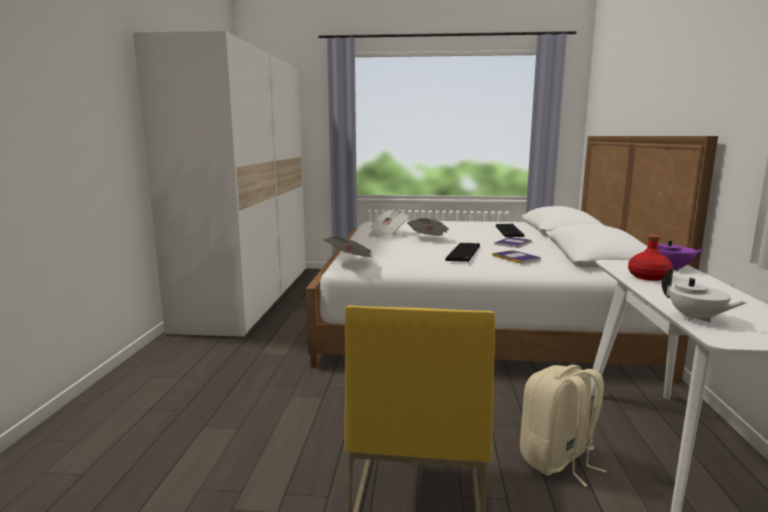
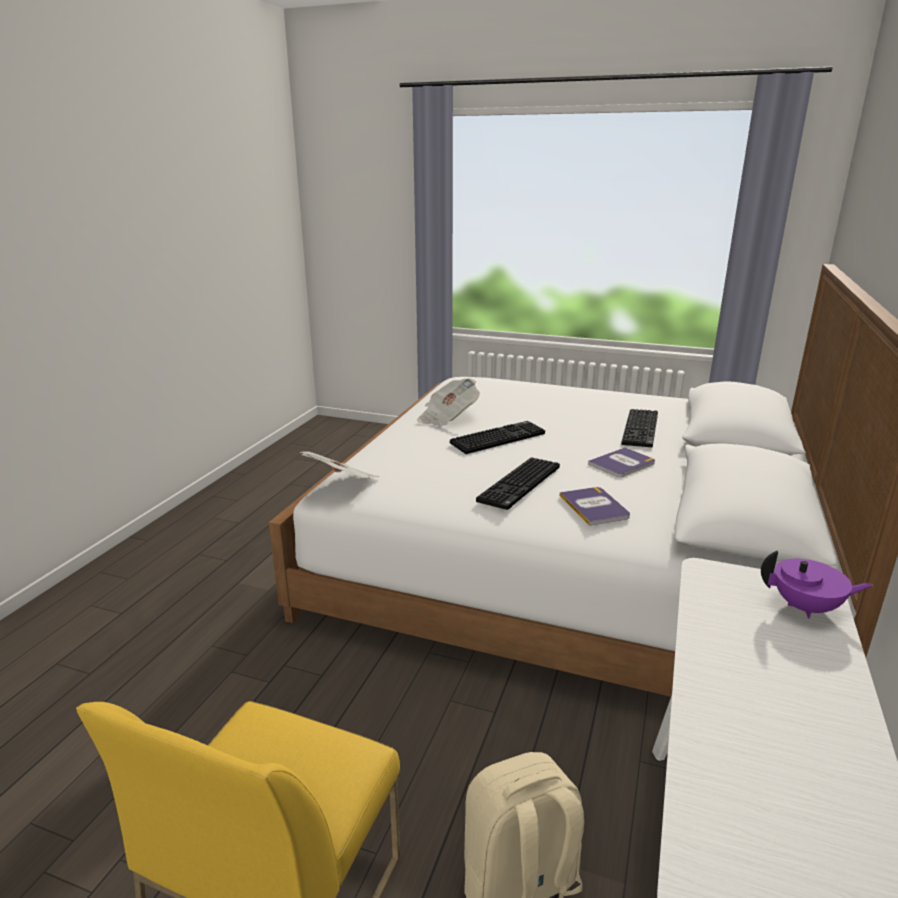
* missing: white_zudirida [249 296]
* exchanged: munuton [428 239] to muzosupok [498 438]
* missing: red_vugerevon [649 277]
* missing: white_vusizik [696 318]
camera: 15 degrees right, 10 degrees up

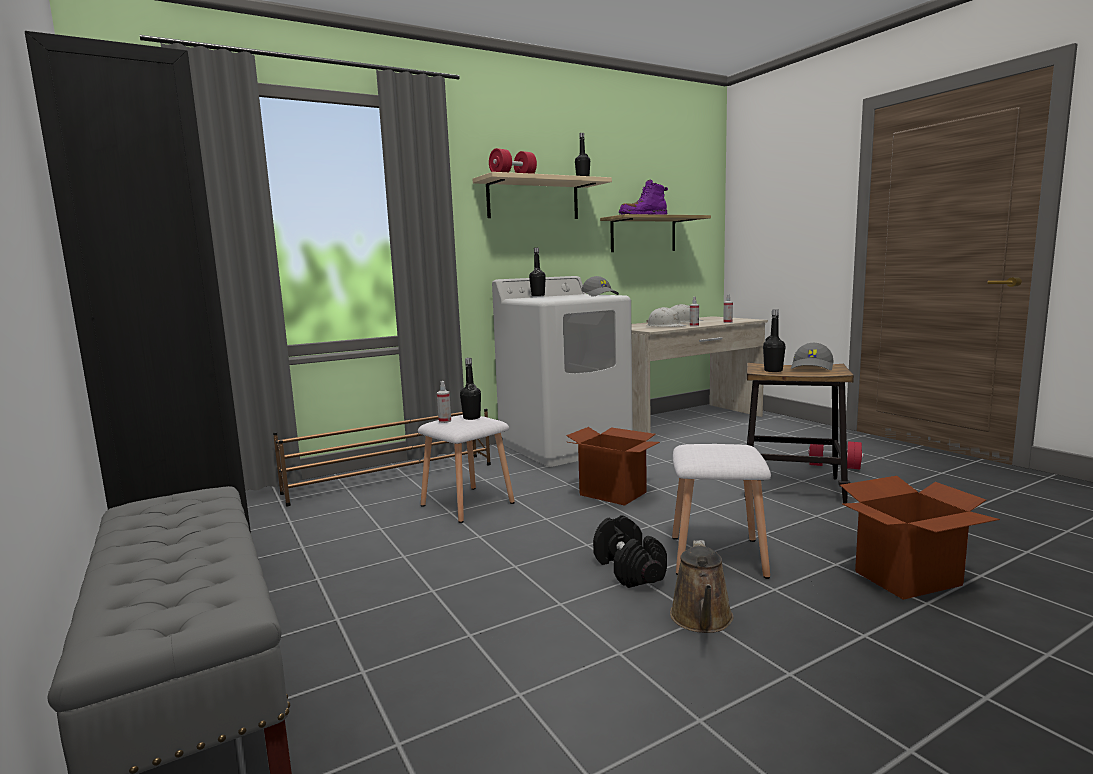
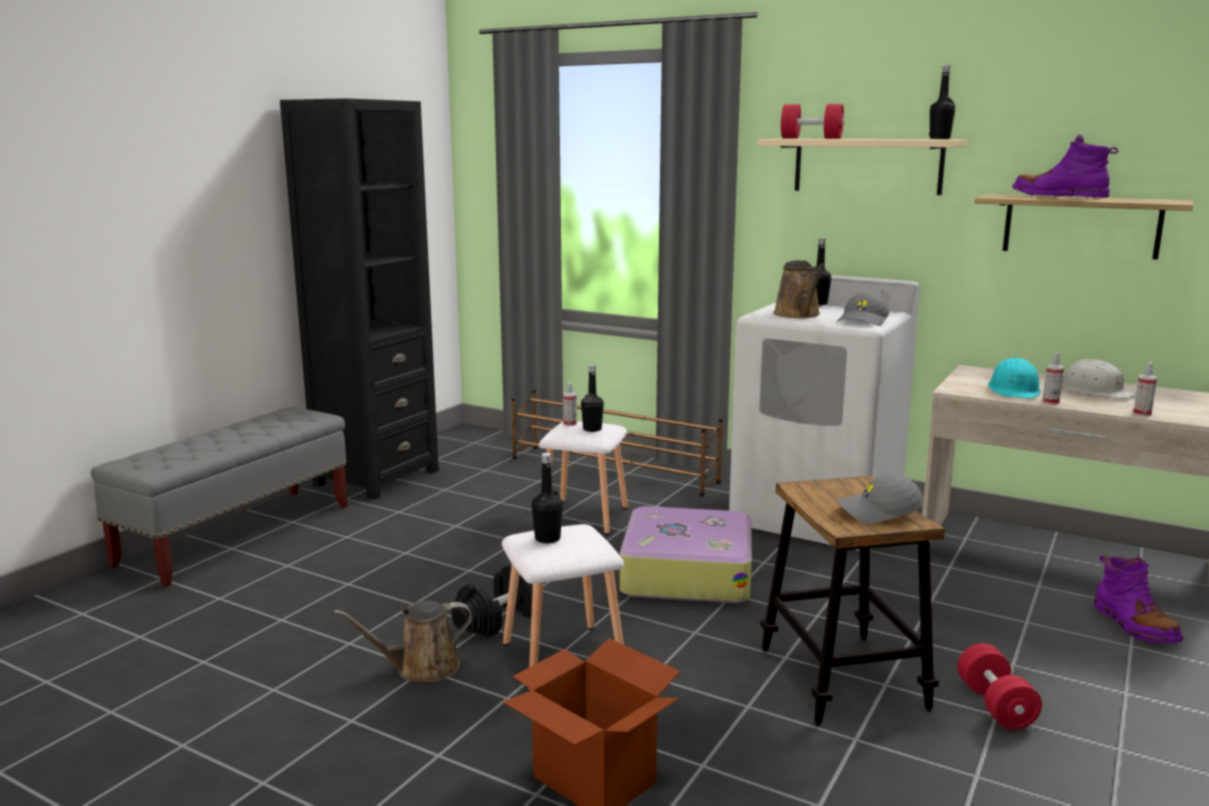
* colour: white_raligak [665 326] to turquoise_raligak [1014 390]
* relocated: black_vugerevon [773 371] to [547 539]
* exchanged: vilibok [613 493] to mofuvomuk [686 573]
* appeared: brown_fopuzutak [798 315]
* appeared: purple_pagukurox [1134 625]
camera: 60 degrees right, 5 degrees up

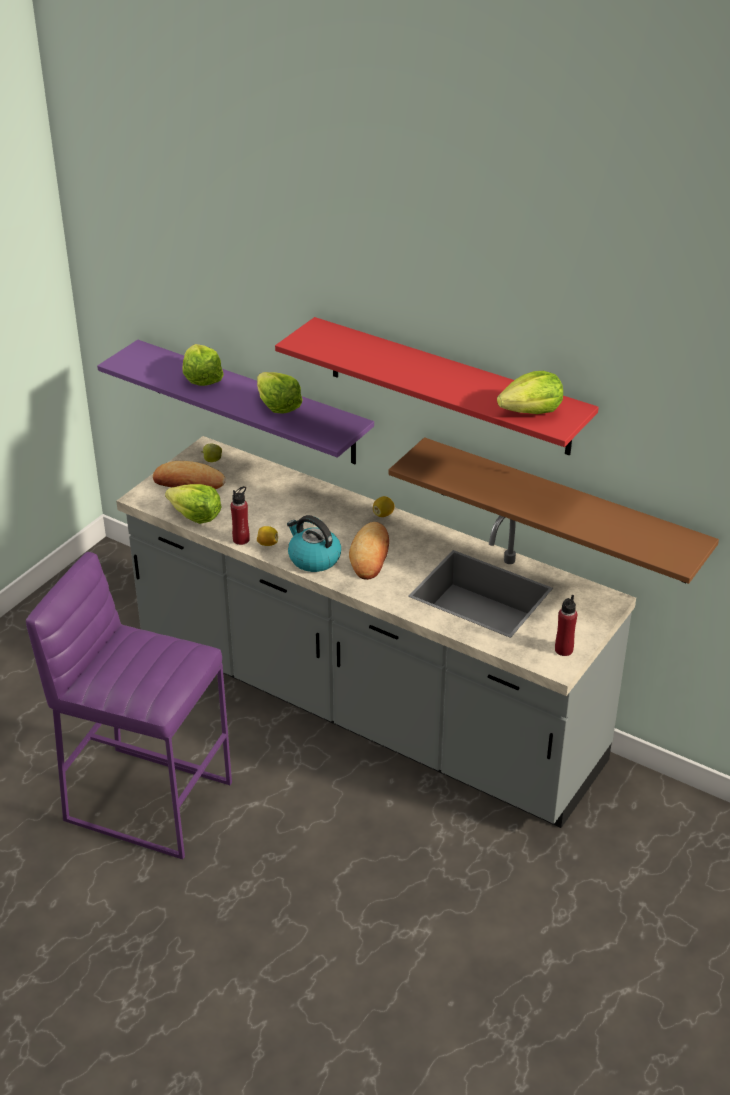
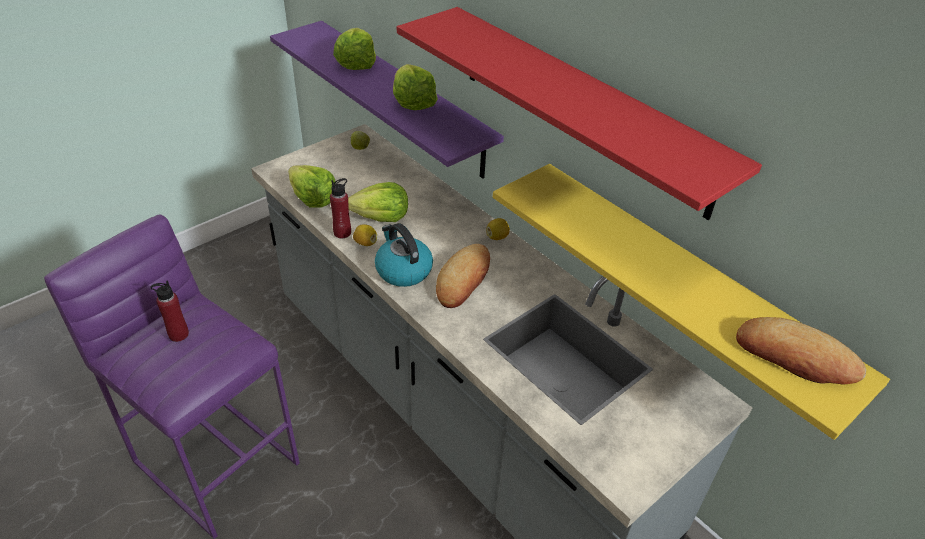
* relocated: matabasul [531 411] to [381 217]
* colour: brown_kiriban [561 511] to yellow_kiriban [685 283]
* relocated: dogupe [189 482] to [795 357]
* relocated: red_vugerevon [563 650] to [178 334]
camera: 15 degrees right, 5 degrees up

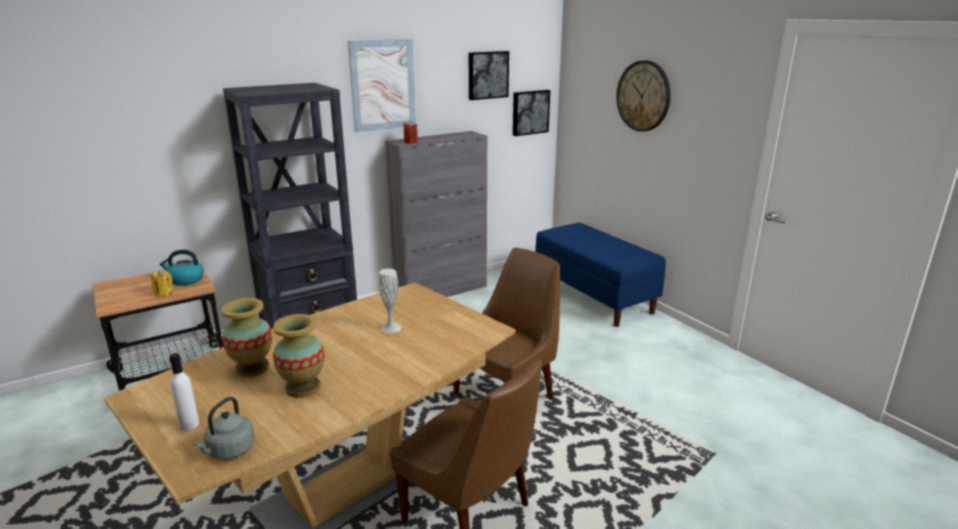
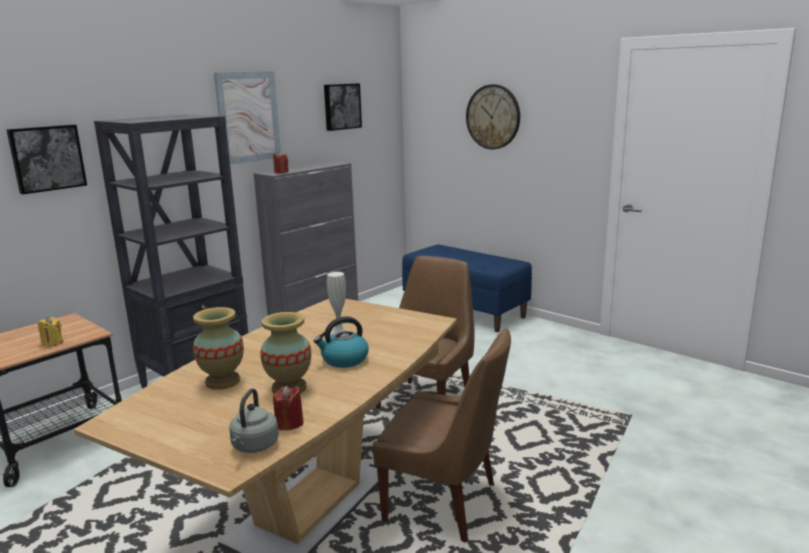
* relocated: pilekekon [529 112] to [47 158]
* relocated: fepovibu [185 280] to [344 360]
* missing: white_vugerevon [189 424]
* appeared: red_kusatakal [289 423]
camera: 15 degrees left, 5 degrees down

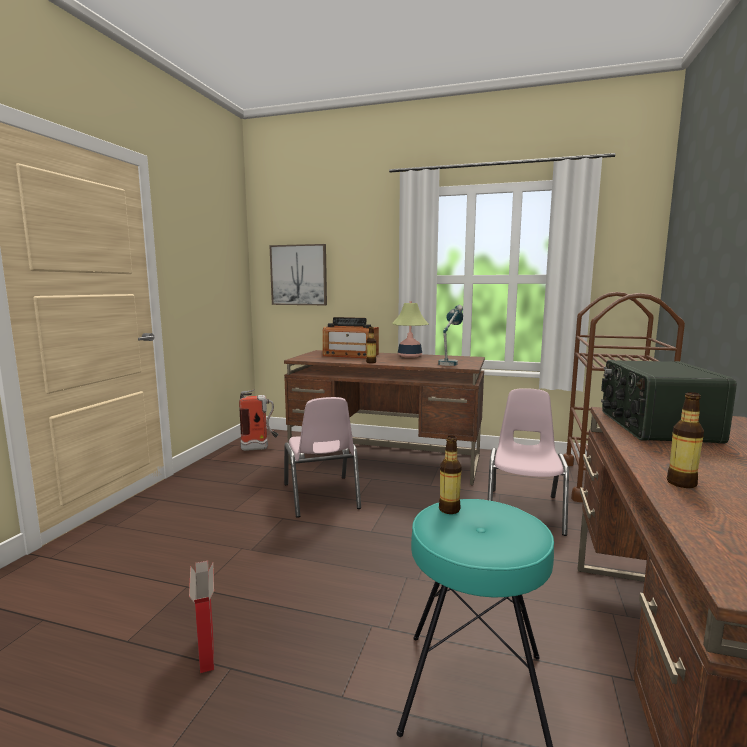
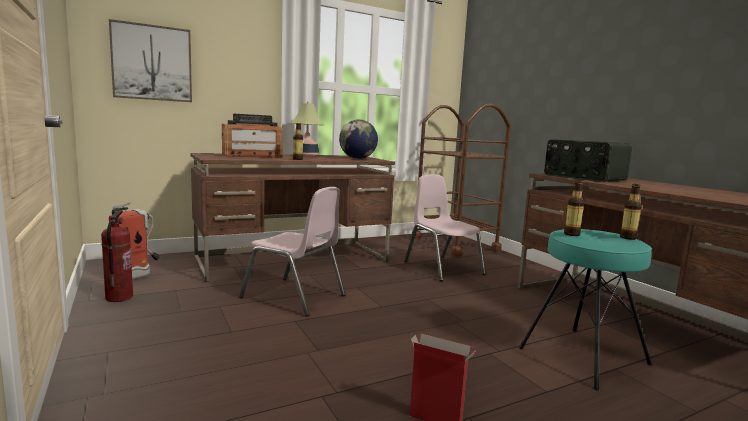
* exchanged: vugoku [450 362] to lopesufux [357 158]
* relocated: vugerevon [681 483] to [627 238]
* appeared: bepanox [118 297]
camera: 45 degrees left, 0 degrees up

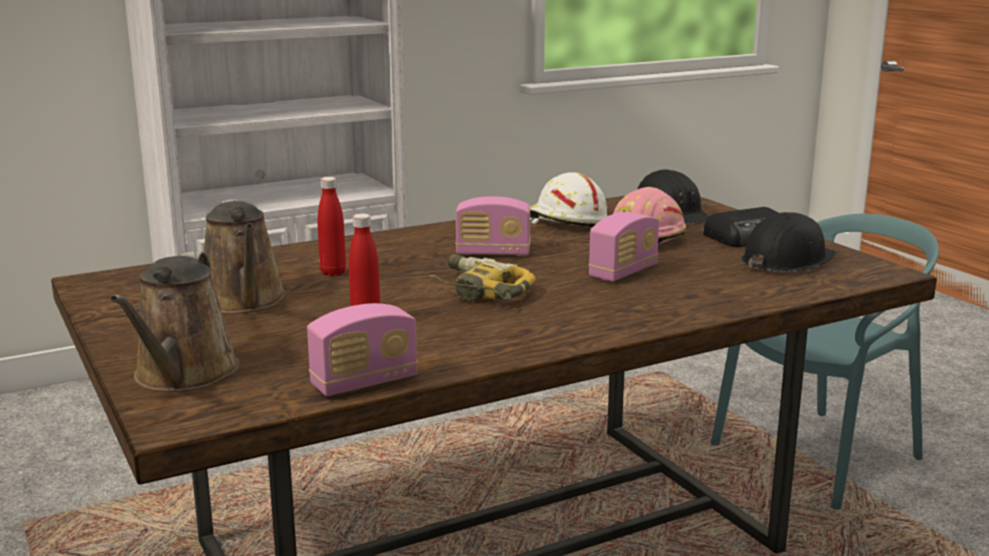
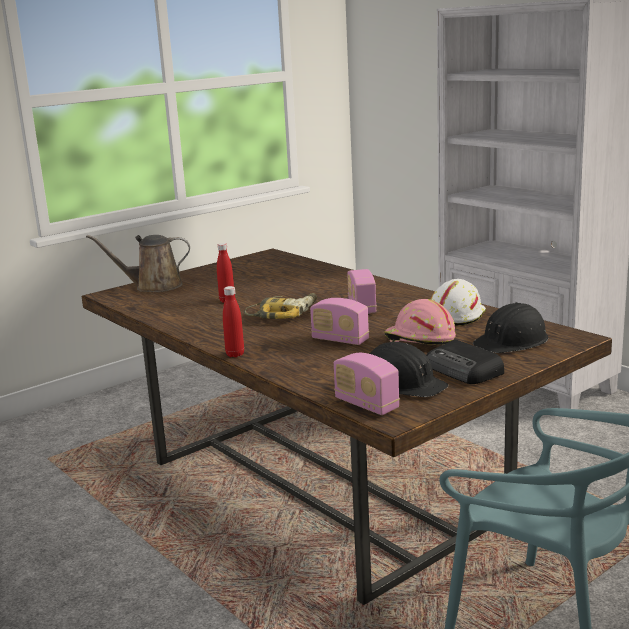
* relocated: red_vugerevon [333 272] to [235 354]
* missing: brown_fopuzutak [244 302]
* relocated: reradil [364 382] to [366 404]
camera: 80 degrees right, 0 degrees up

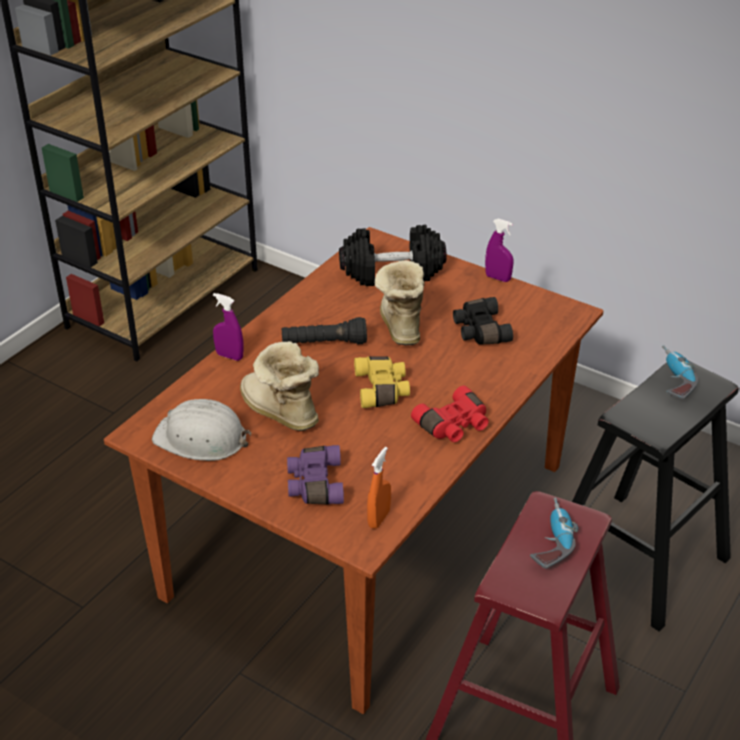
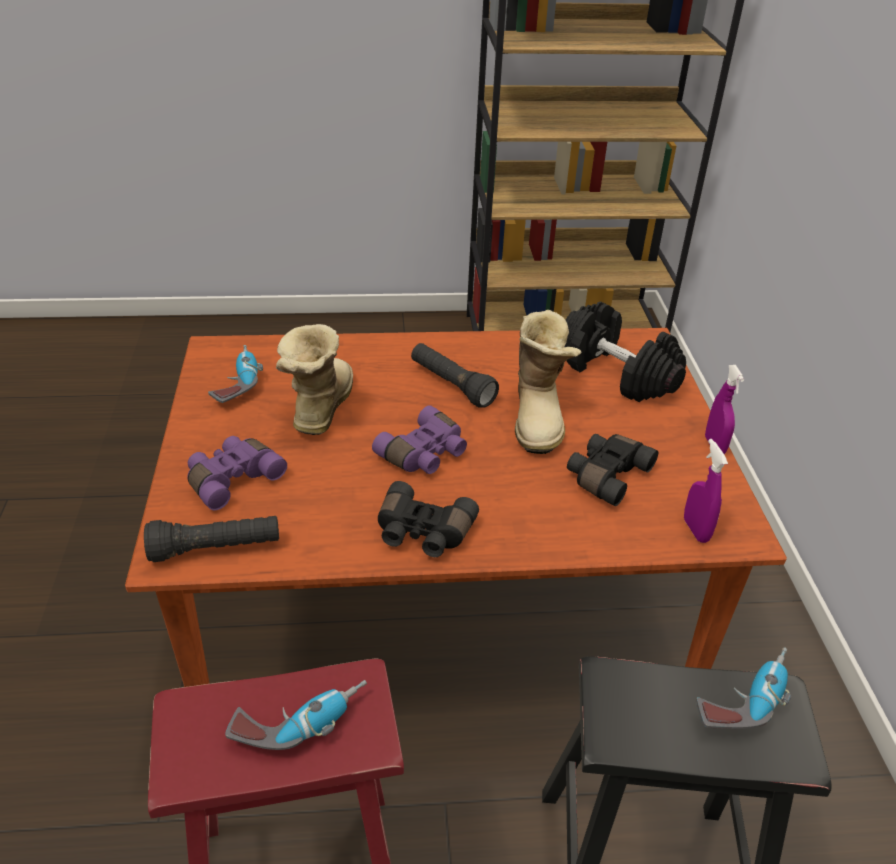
* spun: pagukurox [399 325] = [540 417] 135 degrees clockwise
* relocated: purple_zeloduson [229 356] to [695 530]
* colour: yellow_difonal [383 390] to purple_difonal [425 454]
* colour: red_difonal [454 426] to black_difonal [422 533]
* exchanged: white_raligak [201 438] to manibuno [237 383]
* exchanged: orange_zeloduson [379 518] to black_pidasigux [216 549]
camera: 50 degrees right, 0 degrees up

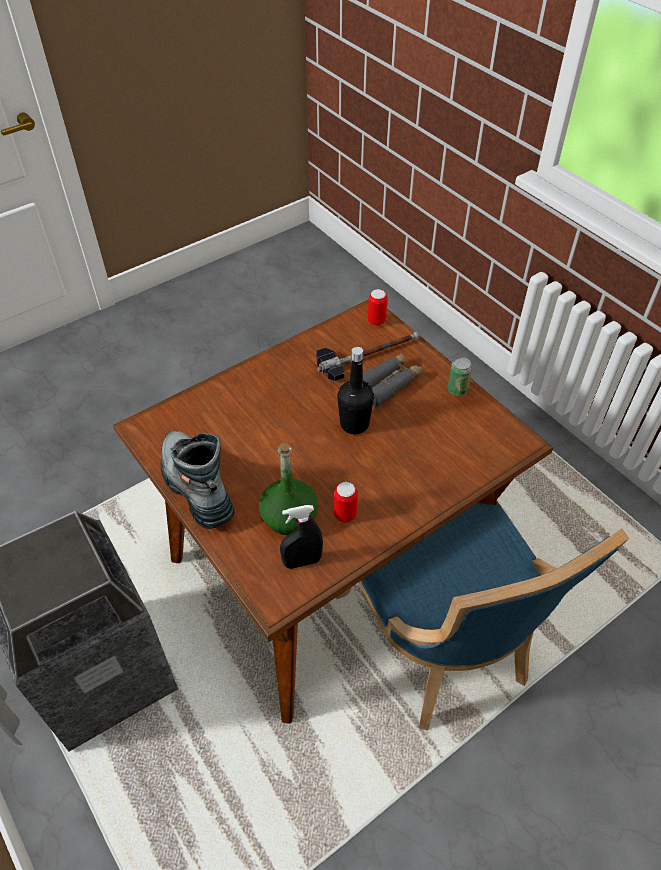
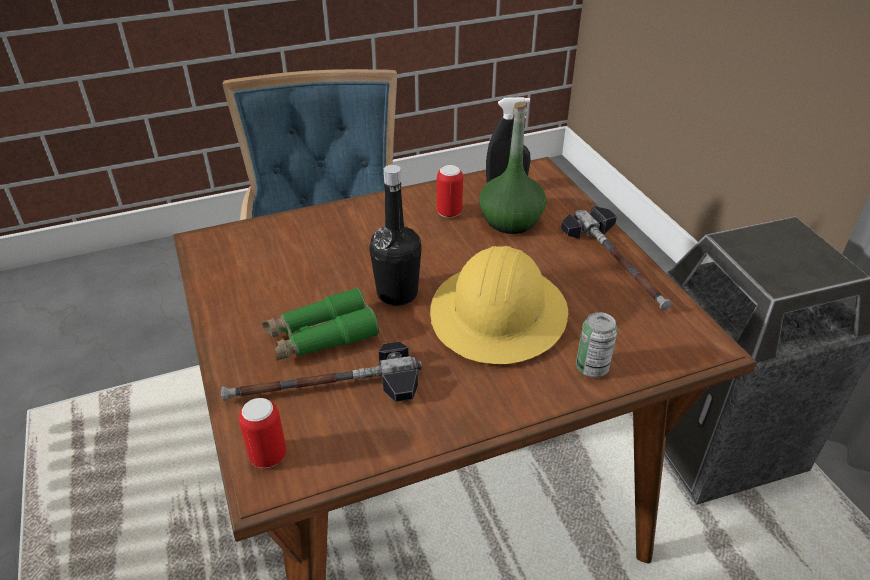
* colour: grey_difonal [387 384] to green_difonal [321 336]
* relocated: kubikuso [457 390] to [592 367]
* exchanged: pagukurox [196 486] to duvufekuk [619 263]
* appeared: yellow_raligak [499 314]
camera: 165 degrees left, 10 degrees down

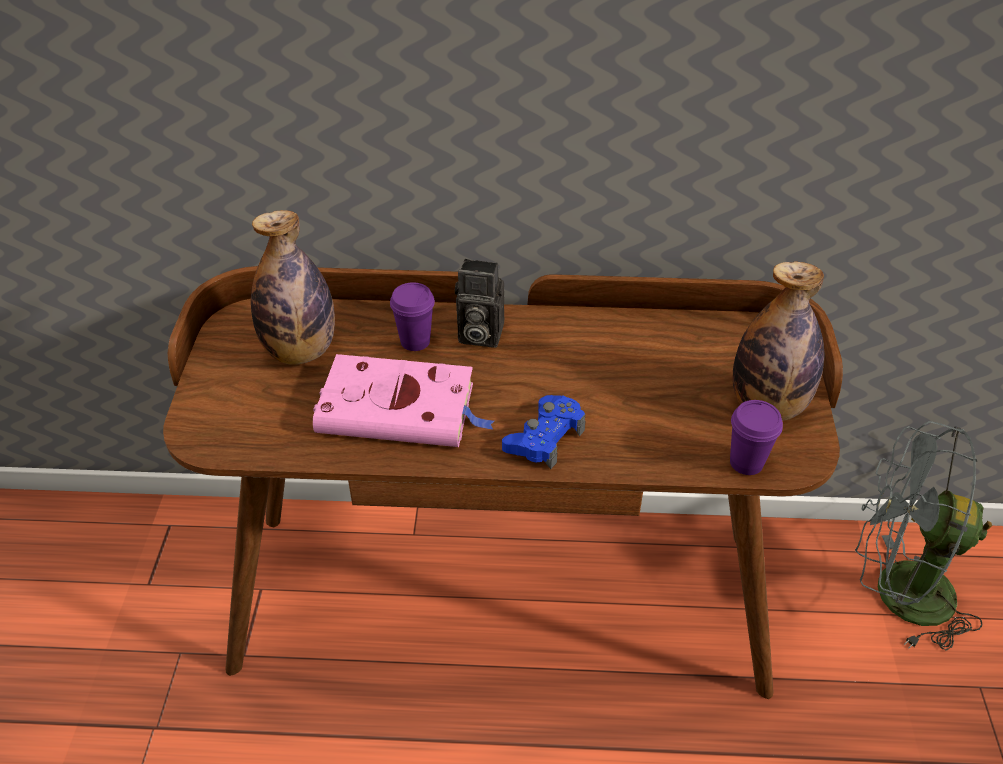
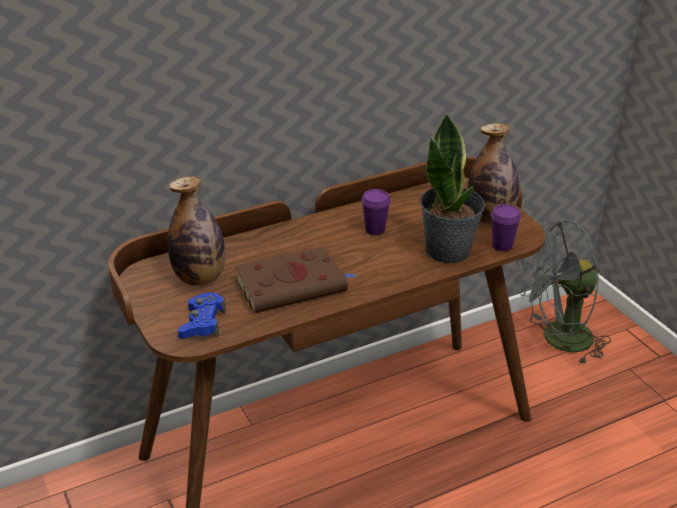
* missing: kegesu [477 334]
* relocated: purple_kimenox [415 341] to [375 230]
* colour: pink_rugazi [401 409] to brown_rugazi [294 285]
* relocated: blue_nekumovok [544 438] to [202 323]
* appeared: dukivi [448 250]
camera: 30 degrees left, 10 degrees down

